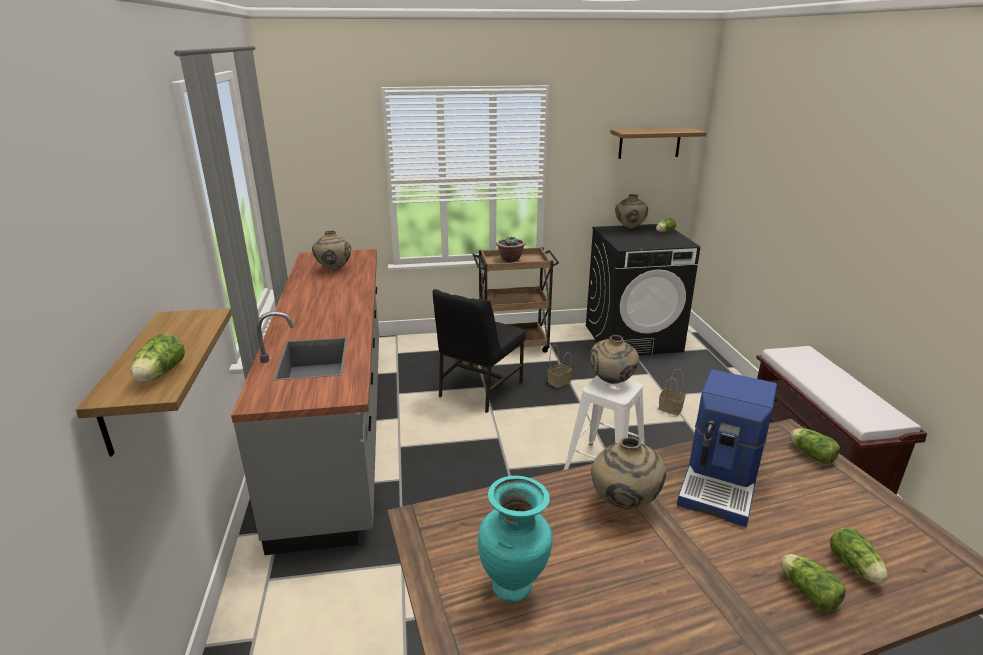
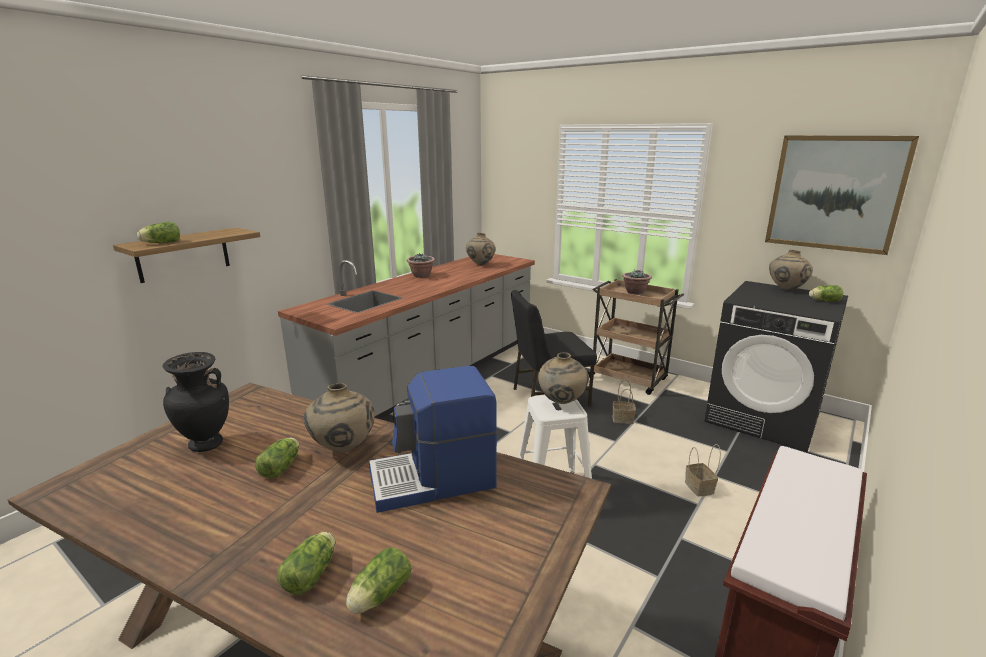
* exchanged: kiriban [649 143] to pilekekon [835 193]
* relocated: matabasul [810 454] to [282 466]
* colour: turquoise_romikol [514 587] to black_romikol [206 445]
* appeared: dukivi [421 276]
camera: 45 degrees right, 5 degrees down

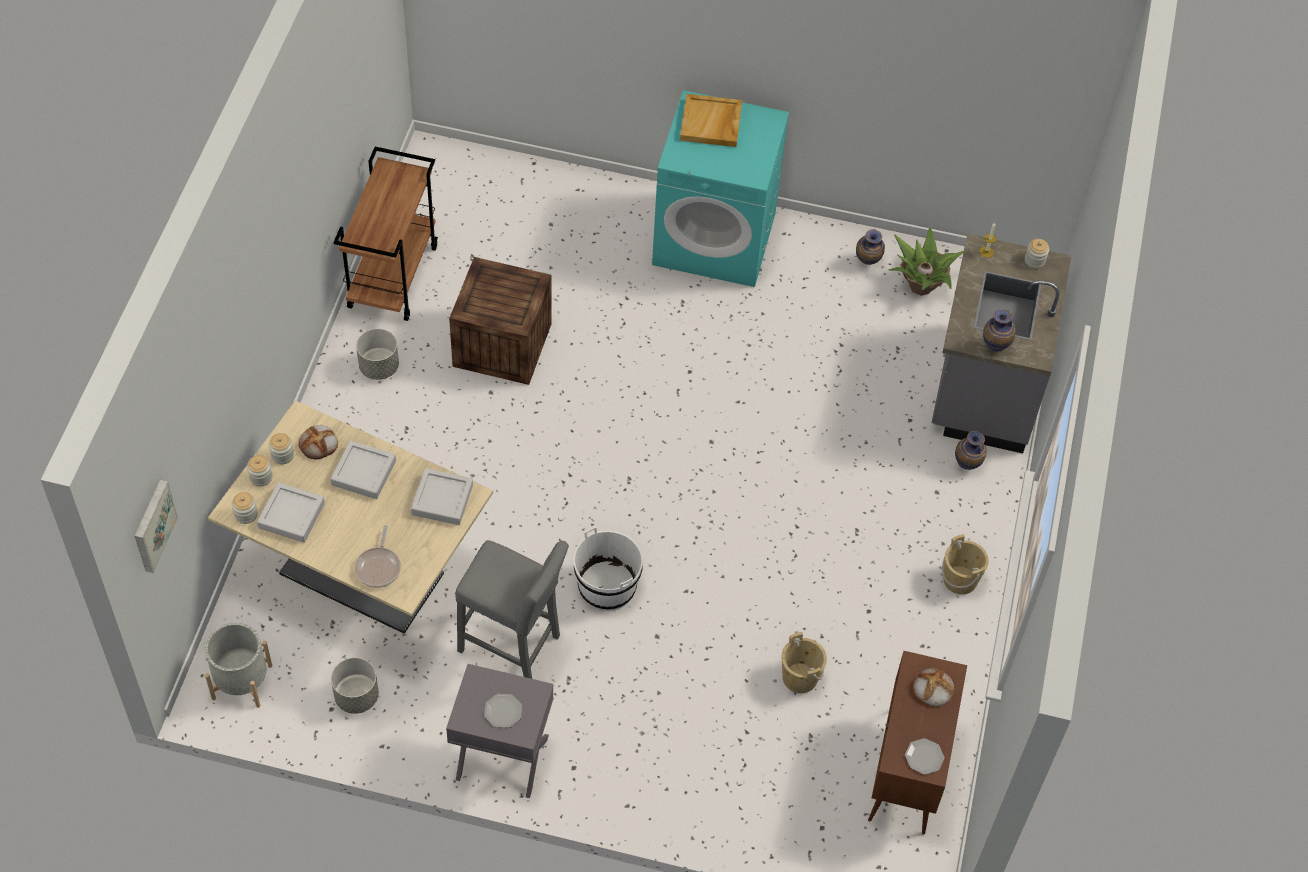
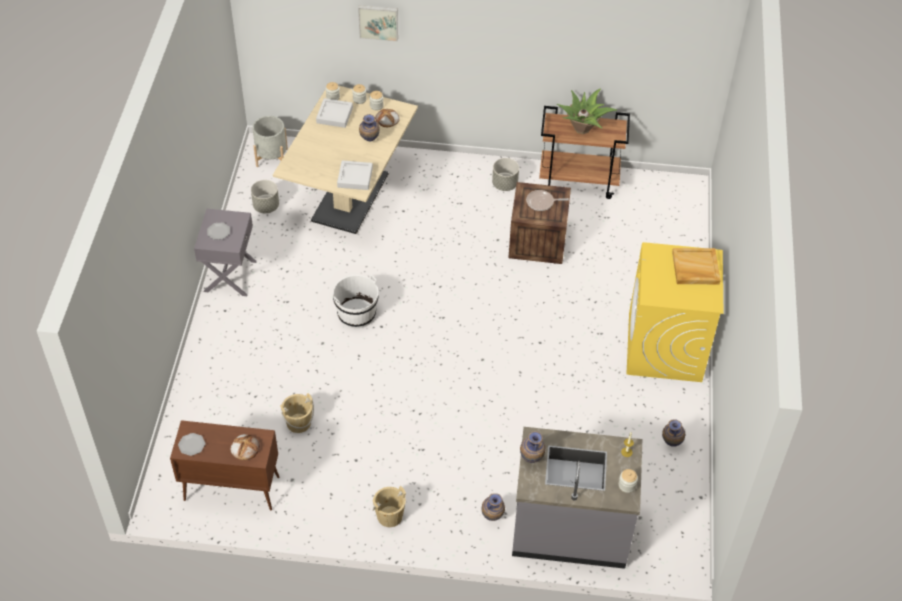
* colour: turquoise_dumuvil [715 238] to yellow_dumuvil [665 347]
* relocated: dukivi [921 285] to [583 128]
* exchanged: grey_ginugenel [363 473] to romikol [369 141]
* relocated: pilekekon [152 525] to [378 21]
* relocated: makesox [379 567] to [542 202]
* missing: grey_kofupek [513 647]
camera: 85 degrees right, 5 degrees down

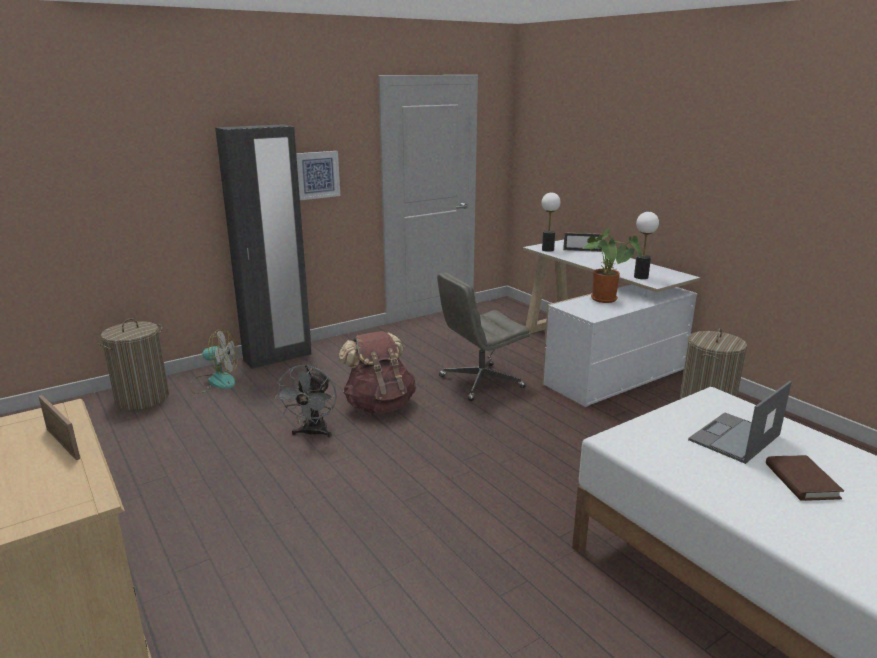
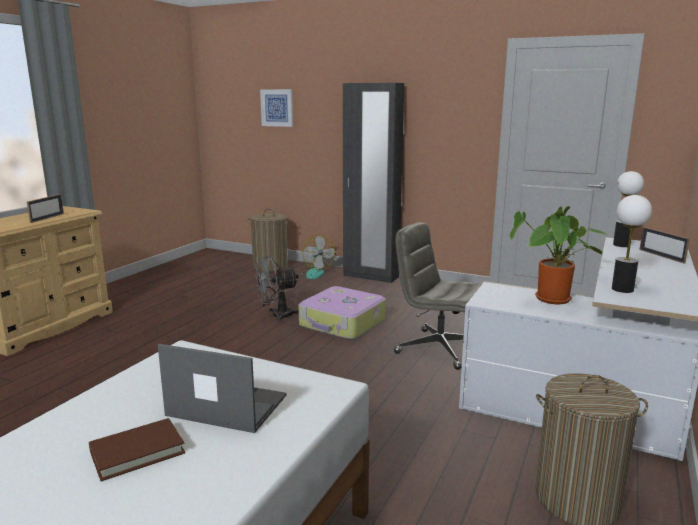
* relocated: pilekekon [317 175] to [277 108]
* exchanged: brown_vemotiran [379 405] to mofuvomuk [342 323]
camera: 60 degrees right, 5 degrees down

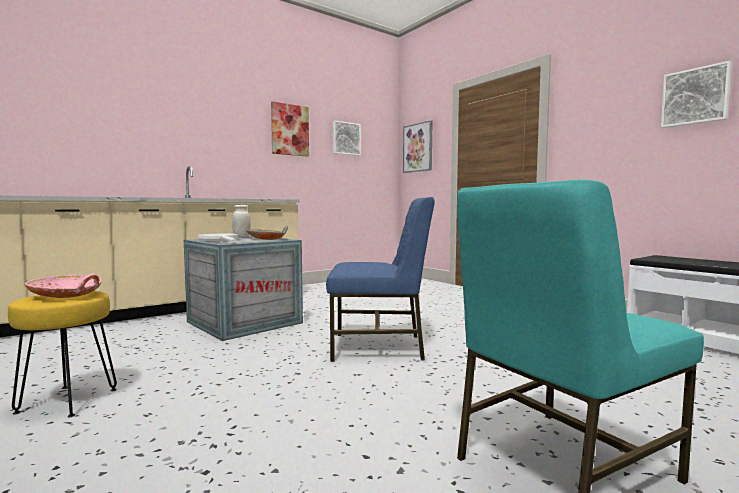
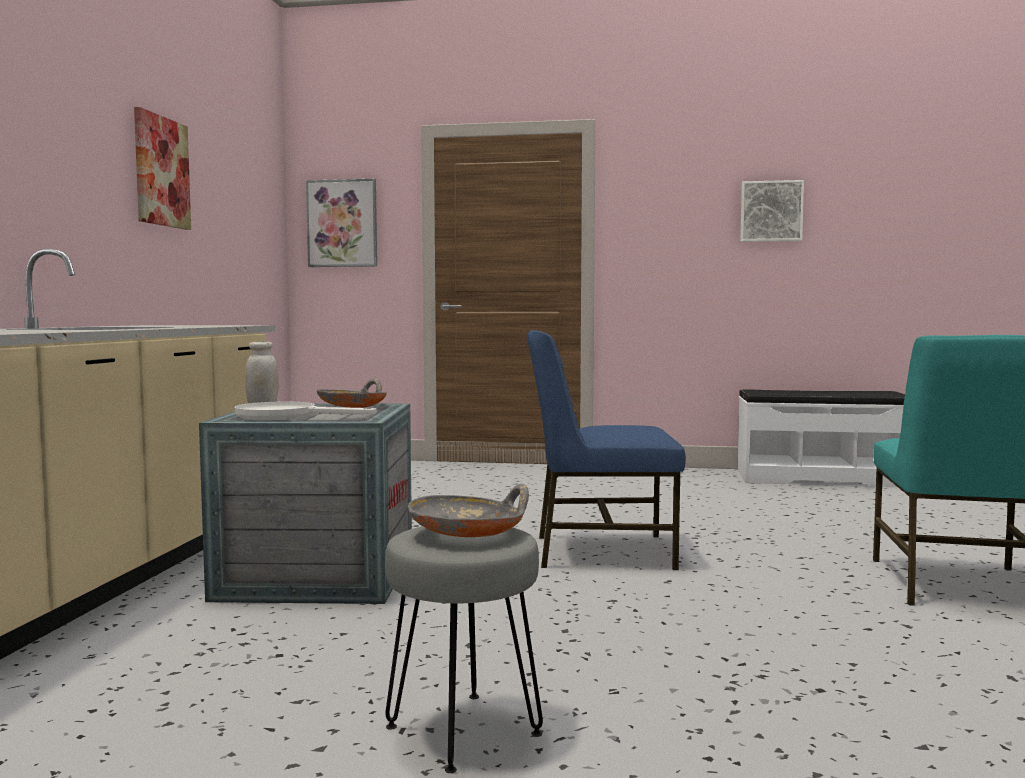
* missing: pilekekon [345 138]
* spun: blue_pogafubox [379 347] = [600 551] 135 degrees counterclockwise
* colour: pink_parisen [67 295] to grey_parisen [469 533]
* colour: yellow_kofupek [67 400] to grey_kofupek [461 730]
camera: 45 degrees left, 0 degrees up

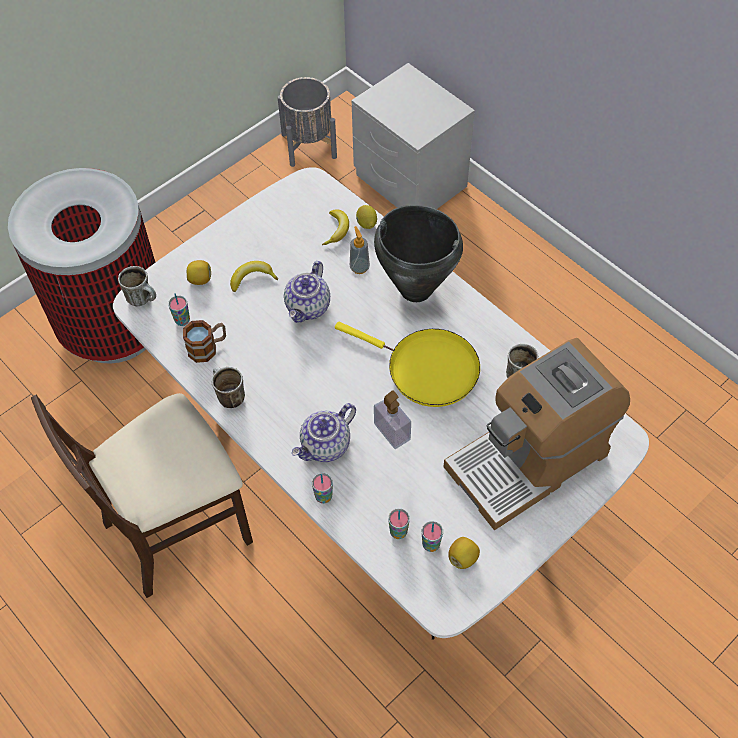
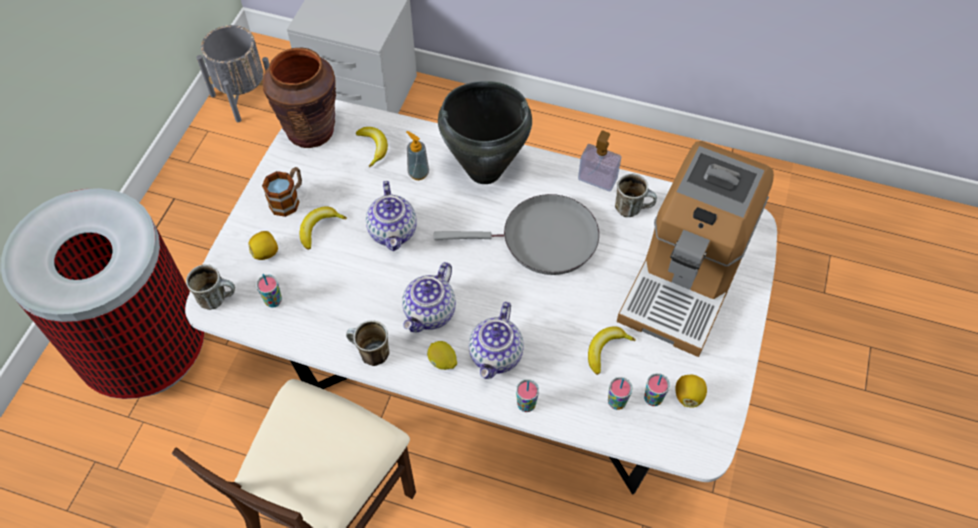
* relocated: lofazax [366 224] to [442 362]
* relocated: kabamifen [208 348] to [288 199]
* colour: yellow_makesox [427 369] to grey_makesox [543 239]
* relocated: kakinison [392 432] to [597 179]
* appeared: brown_romikol [310 130]
* appeared: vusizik [430 313]
* appeared: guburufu [606 350]
camera: 30 degrees left, 0 degrees up

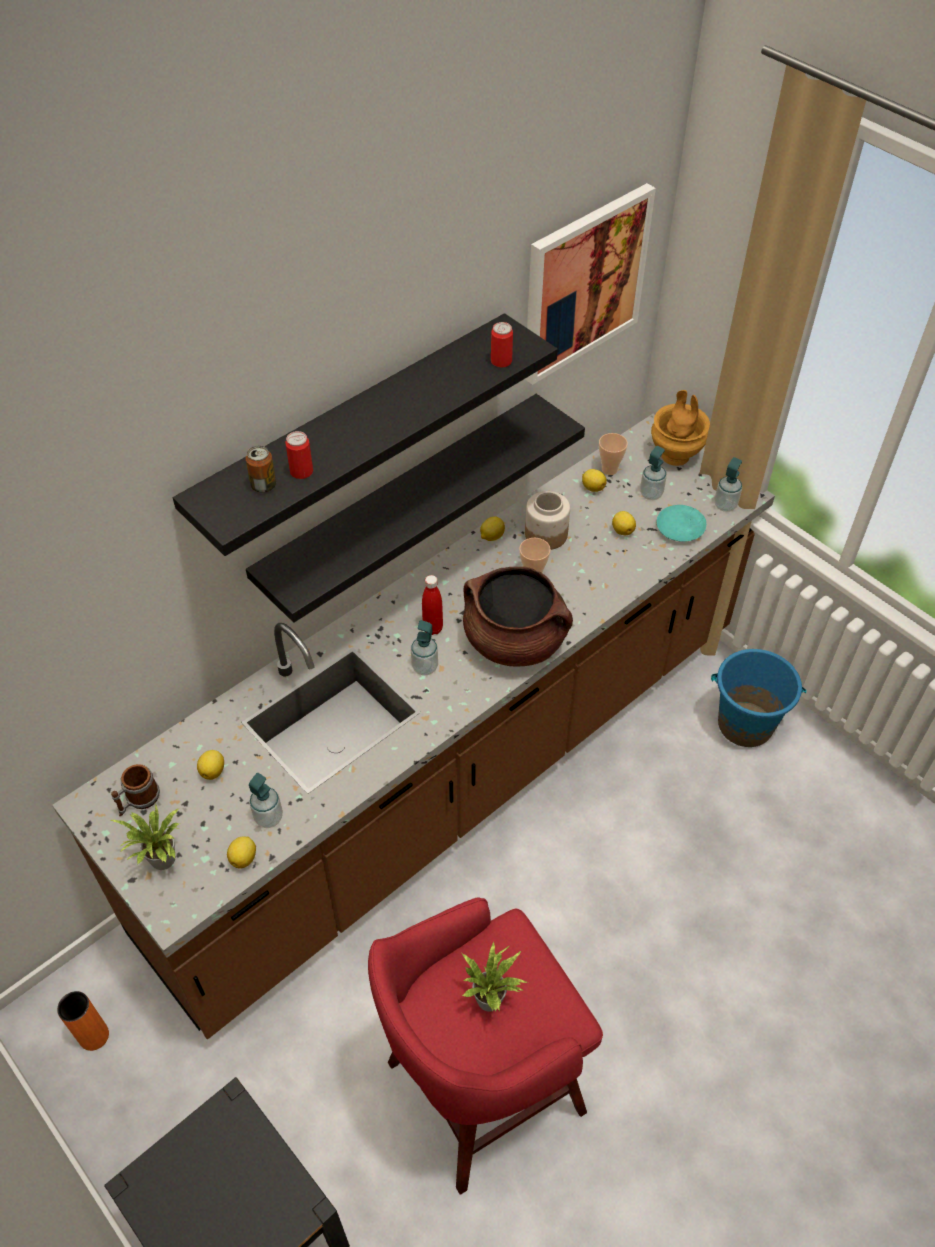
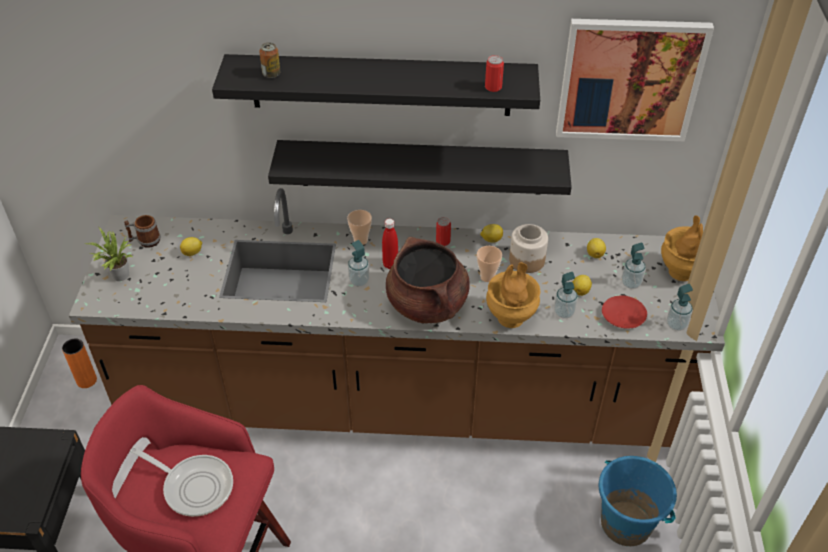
* relocated: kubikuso [301 471] to [443 241]
* relocated: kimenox [609 469] to [360 240]
* colour: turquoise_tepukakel [680 528] to red_tepukakel [623 316]
* relocated: kakinison [269 817] to [564 312]
* missing: lofazax [244 858]
* exchanged: dukivi [492 998] to makesox [194 486]
* appeared: brown_romikol [511 317]
camera: 45 degrees right, 5 degrees down

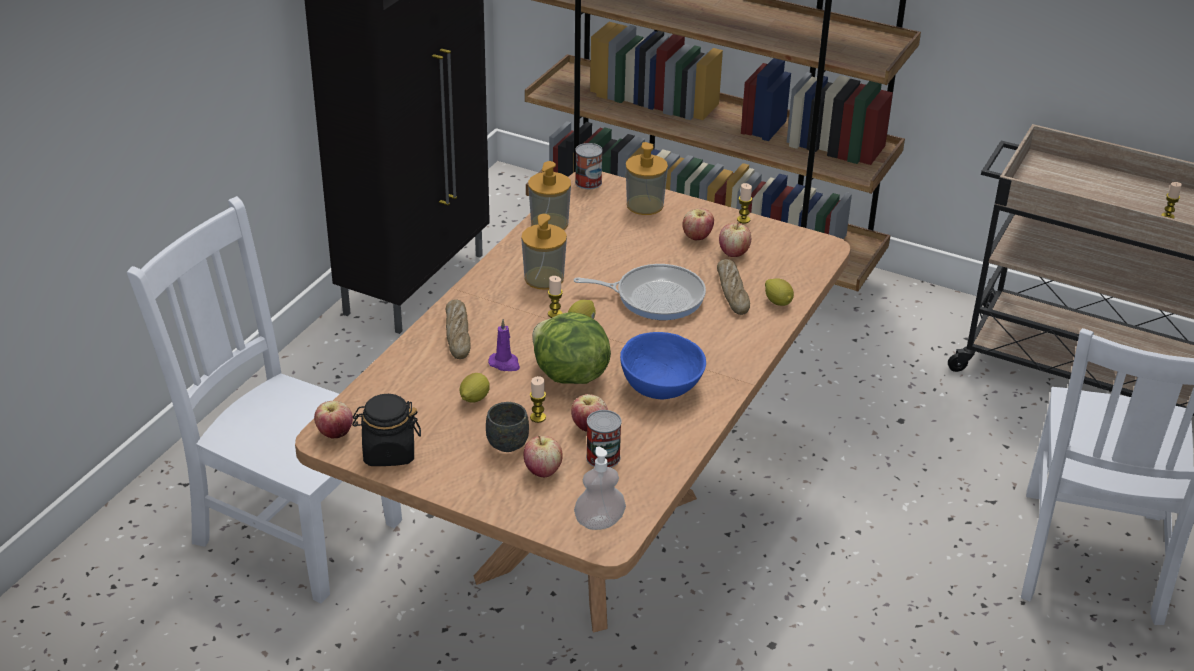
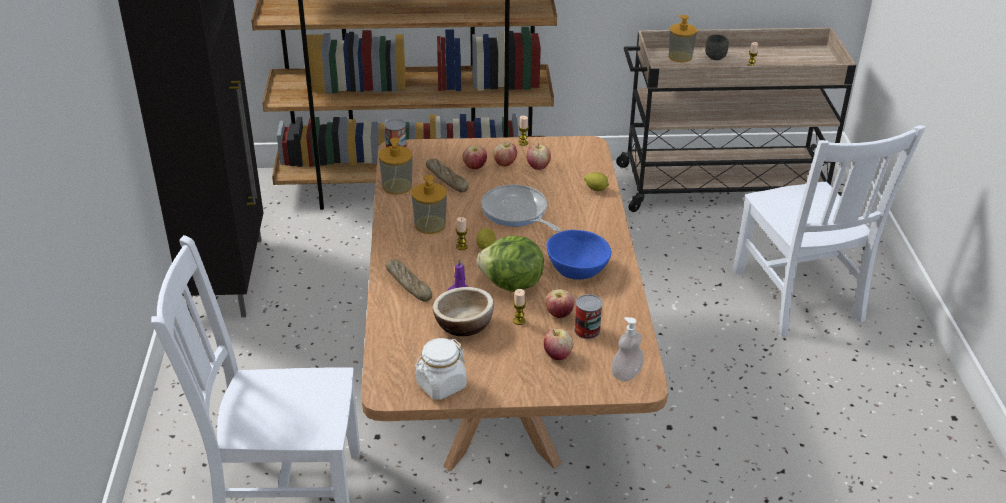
* relocated: kakinison [645 205] to [680 57]
* relocated: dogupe [732 292] to [446 180]
* spun: makesox [655 297] = [516 212] 105 degrees counterclockwise
* exchanged: lofazax [474 399] to parisen [464 325]
* colour: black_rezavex [388 452] to white_rezavex [441 385]
* relocated: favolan [335 433] to [475 167]
* relocated: grey_kabamifen [508 440] to [713 56]
camera: 30 degrees left, 0 degrees up

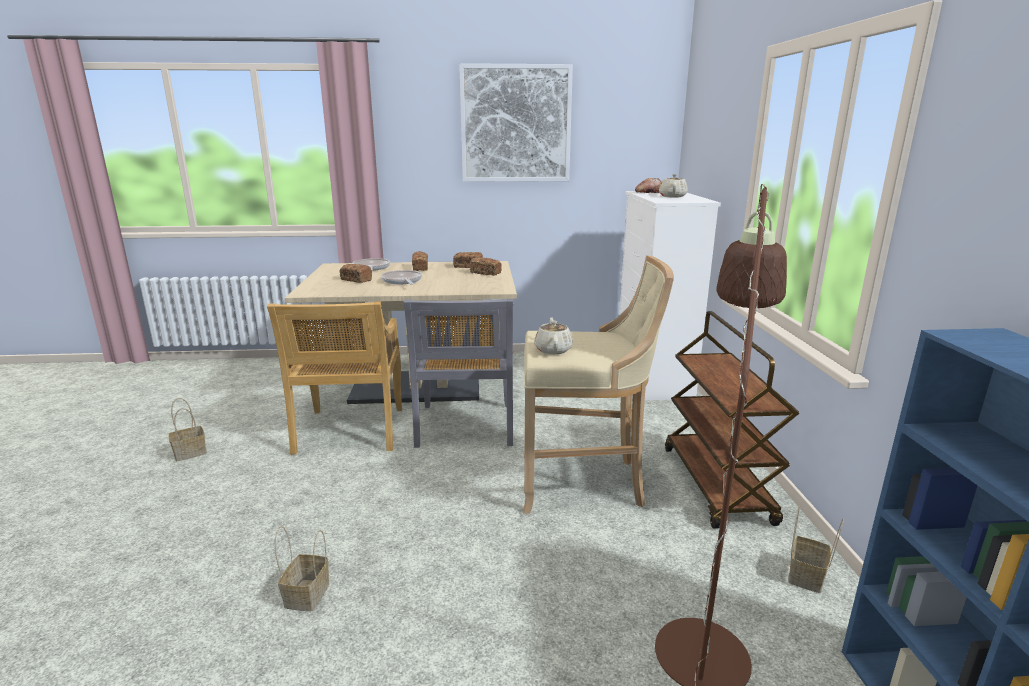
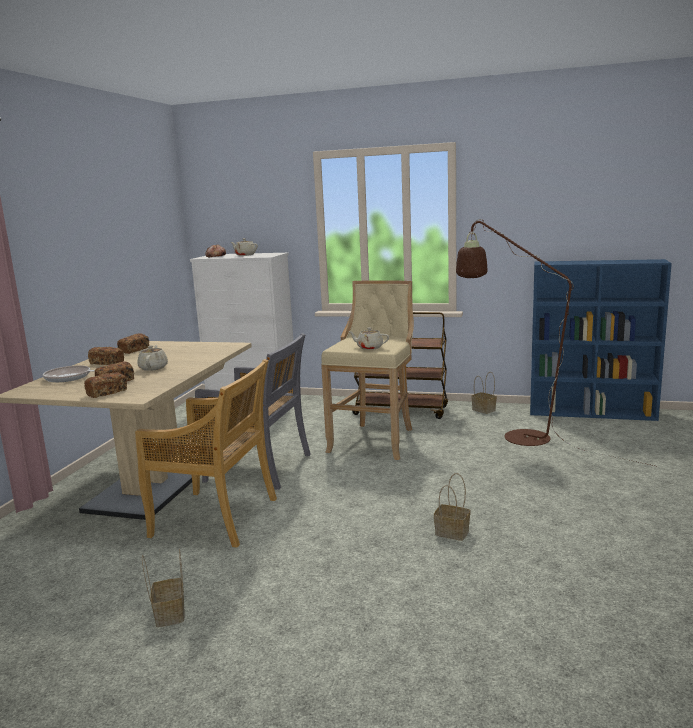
* missing: pilekekon [515 124]
* relocated: dogupe [485 273] to [107 392]
* exchanged: makesox [402 281] to beige_vusizik [153 368]
camera: 70 degrees left, 5 degrees down

